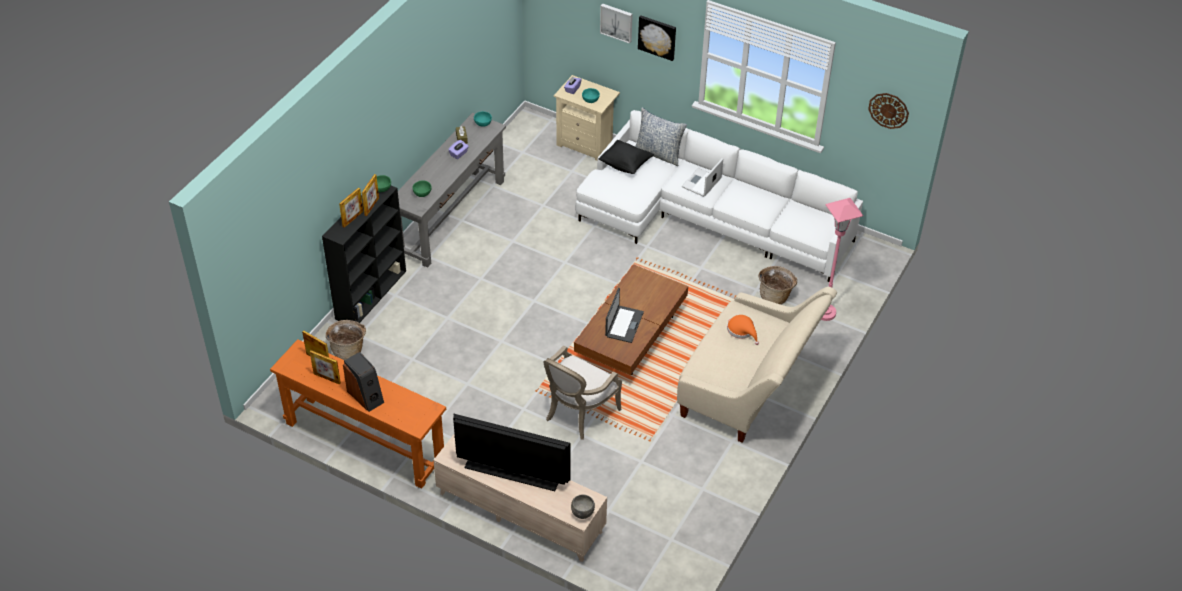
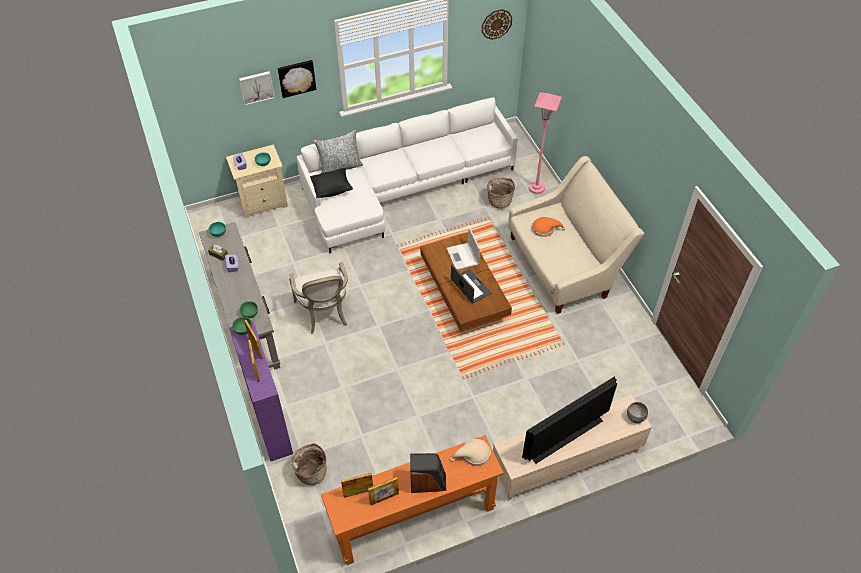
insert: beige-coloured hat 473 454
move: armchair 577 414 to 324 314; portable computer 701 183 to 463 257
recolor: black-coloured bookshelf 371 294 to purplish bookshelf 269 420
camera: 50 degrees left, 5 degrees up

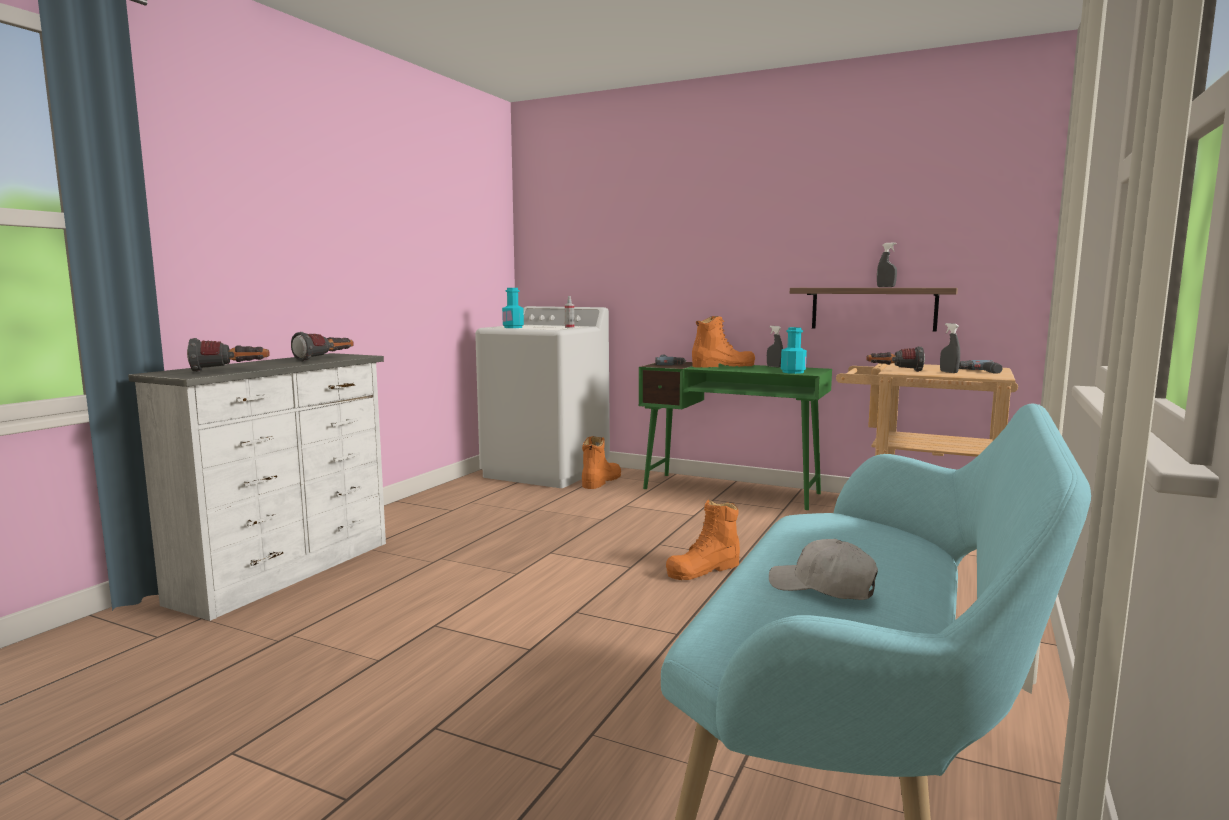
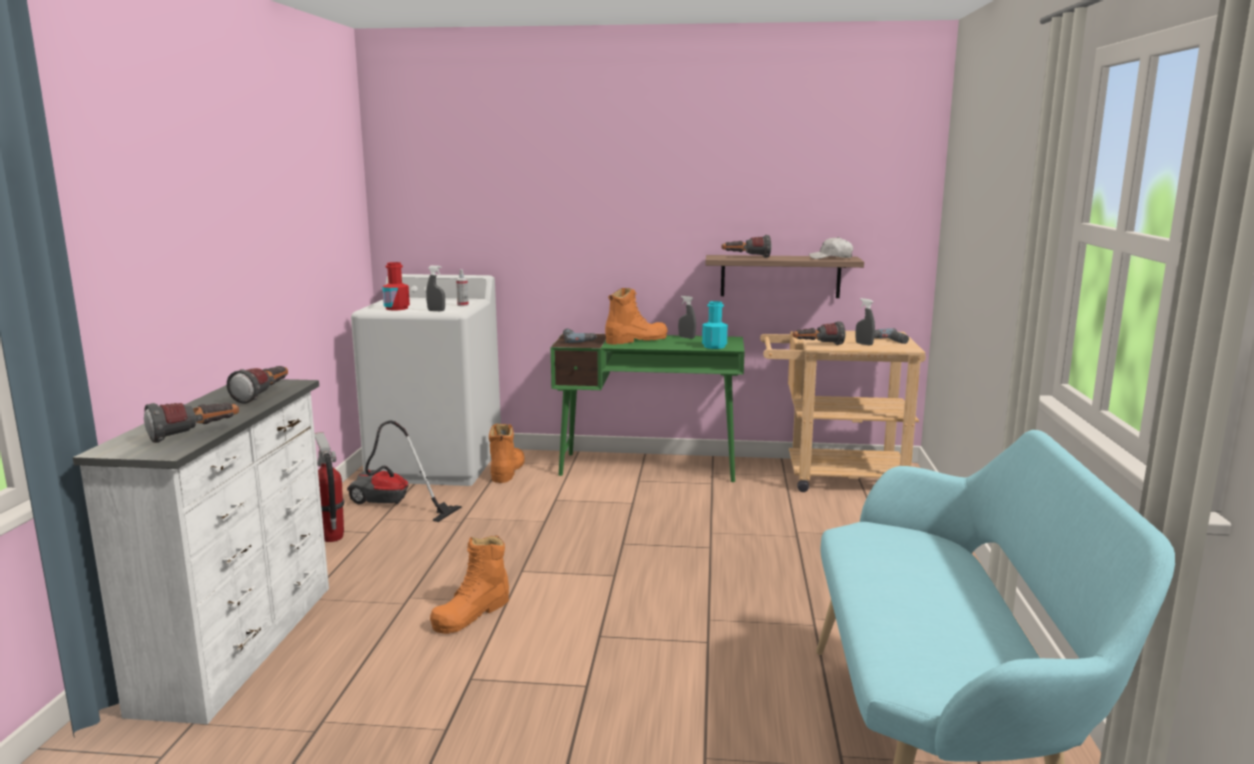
insert: extinguisher 332 537; vacuum 392 505; torch 746 257
move: gray hand sprayer 886 287 to 436 311; orangey high-top boot 704 569 to 472 613; whitish peaked cap 823 587 to 831 258
recolor: turquoise bottle 513 327 to red bottle 396 308
camera: 20 degrees left, 5 degrees up

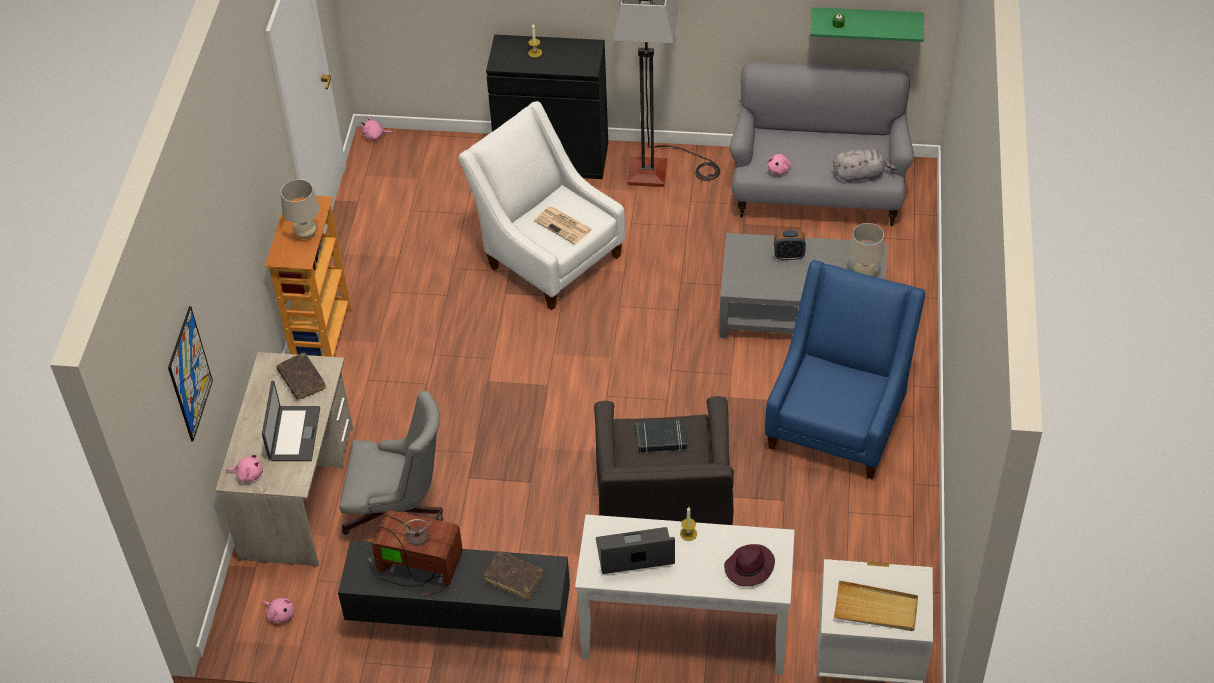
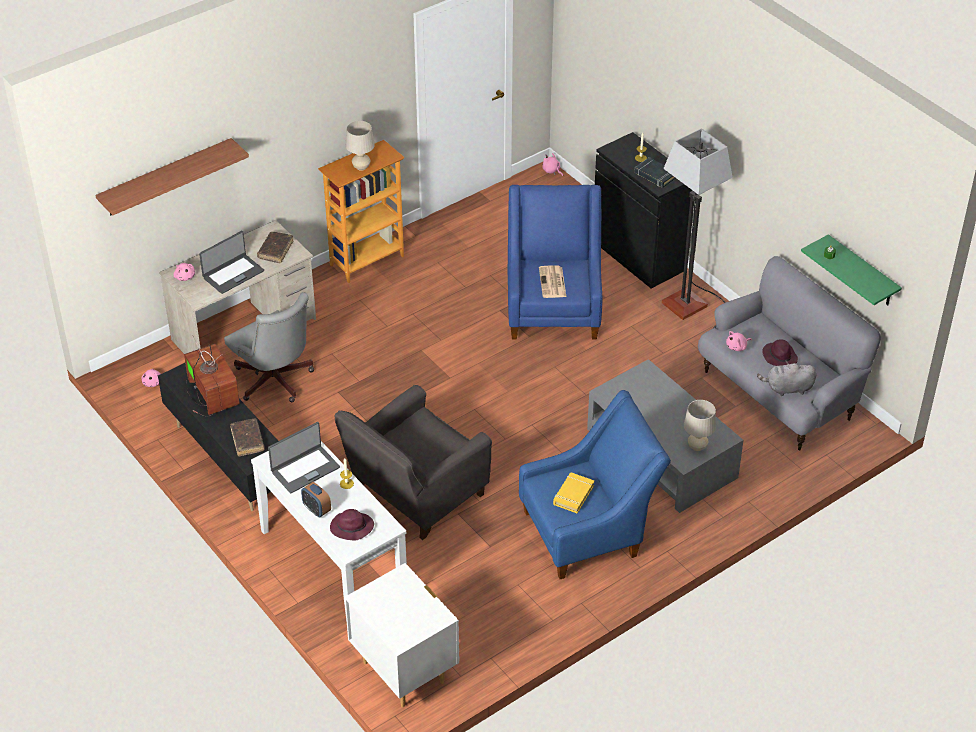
delete: beige-coloured carrying tray 876 609
insert: yellow volume 573 495; purplish hat 779 356
move: alarm clock 789 255 to 317 510; black-coloured volume 662 439 to 655 175
replace: picture 190 374 to wall shelf 166 178
recolor: whitish armchair 548 256 to blue-coloured armchair 553 308
rotate: portable computer 635 553 = 305 469 105 degrees clockwise; gray plush toy 860 175 = 787 388 135 degrees clockwise
camera: 45 degrees right, 5 degrees down

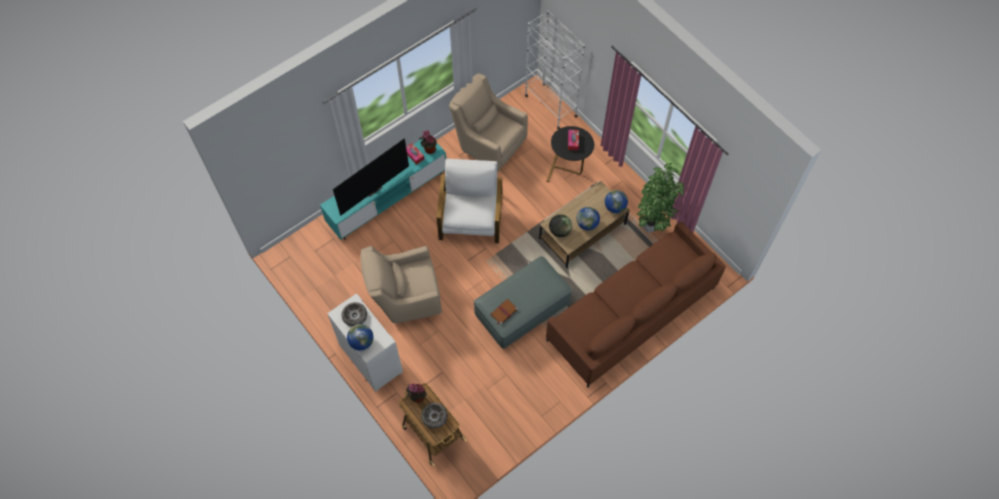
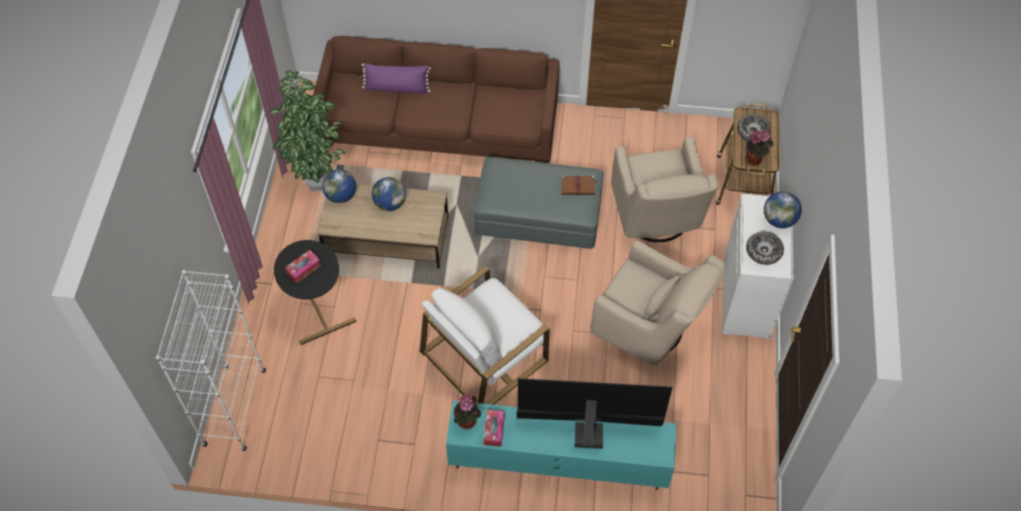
delete: world globe 560 231
insert: purplish cushion 397 88
move: beige-coloured armchair 488 143 to 657 218
camera: 135 degrees left, 5 degrees down

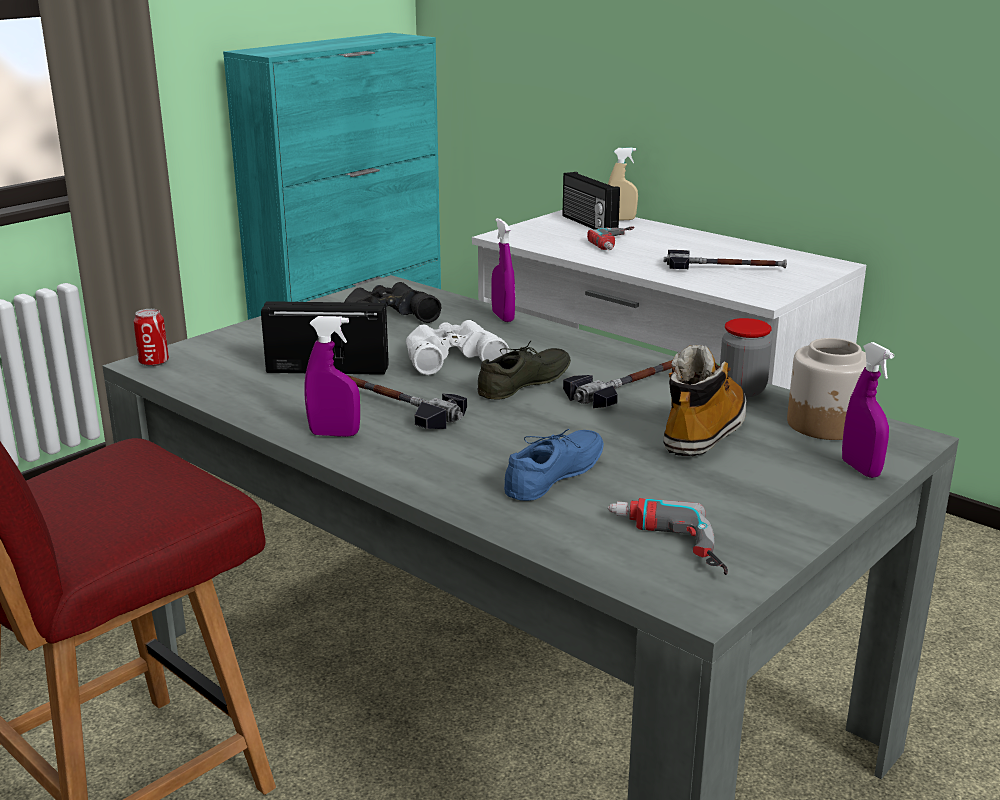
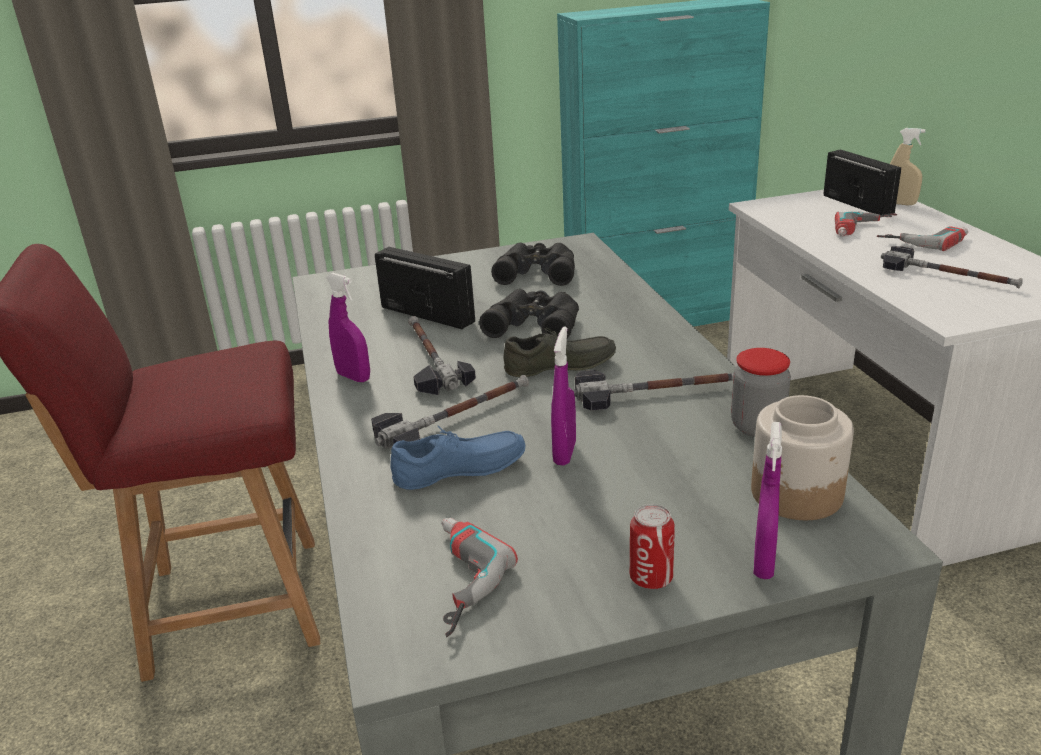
delete: high-top boot 704 432
insert: hand hammer 454 417; power drill 923 240
move: purplish hand sprayer 503 317 to 564 453; sealed can 154 362 to 651 578
recolor: whitish field glasses 450 356 to black-coloured field glasses 535 323
rotate: radio receiver 588 224 = 859 204 150 degrees clockwise
camera: 35 degrees right, 5 degrees up

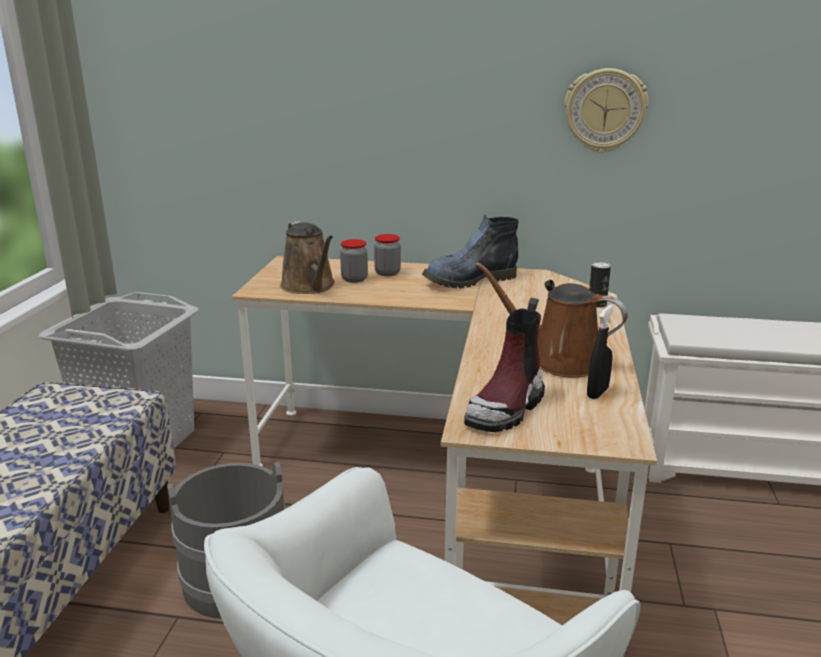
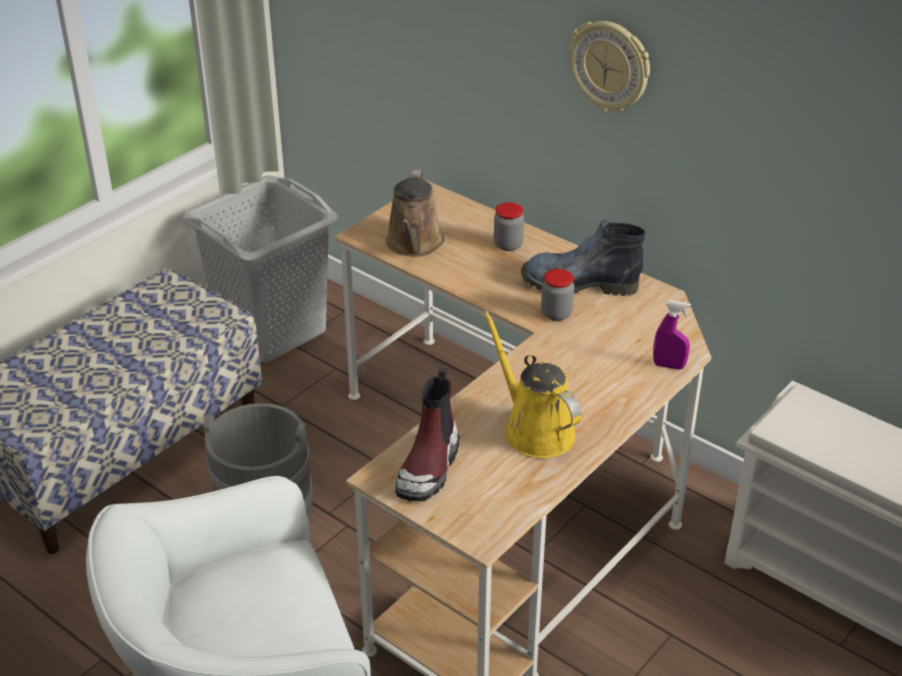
delete: black-coloured hand sprayer 597 393
move: storage jar 354 279 to 556 314; wall clock 604 110 to 610 66
replace: sealed can 597 304 to purplish hand sprayer 669 366
recolor: brownish watering pot 557 361 to yellow watering pot 534 429
rotate: high-top boot 506 409 = 429 467 45 degrees counterclockwise
camera: 30 degrees right, 15 degrees up

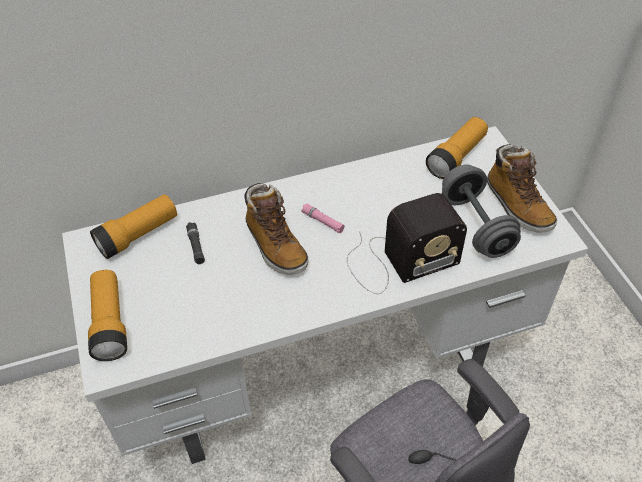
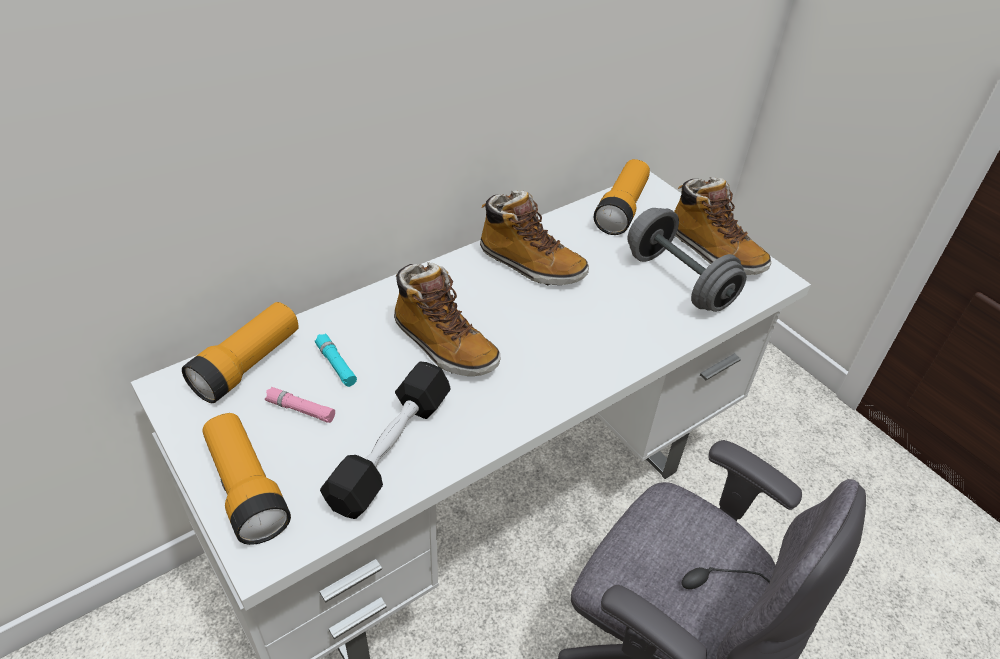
delete: radio receiver 398 261
insert: black-coloured dumbbell 390 450; high-top boot 530 264
move: pinkish torch 322 221 to 301 409
recolor: black-coloured torch 196 246 to turquoise torch 336 364
camera: 20 degrees left, 5 degrees down

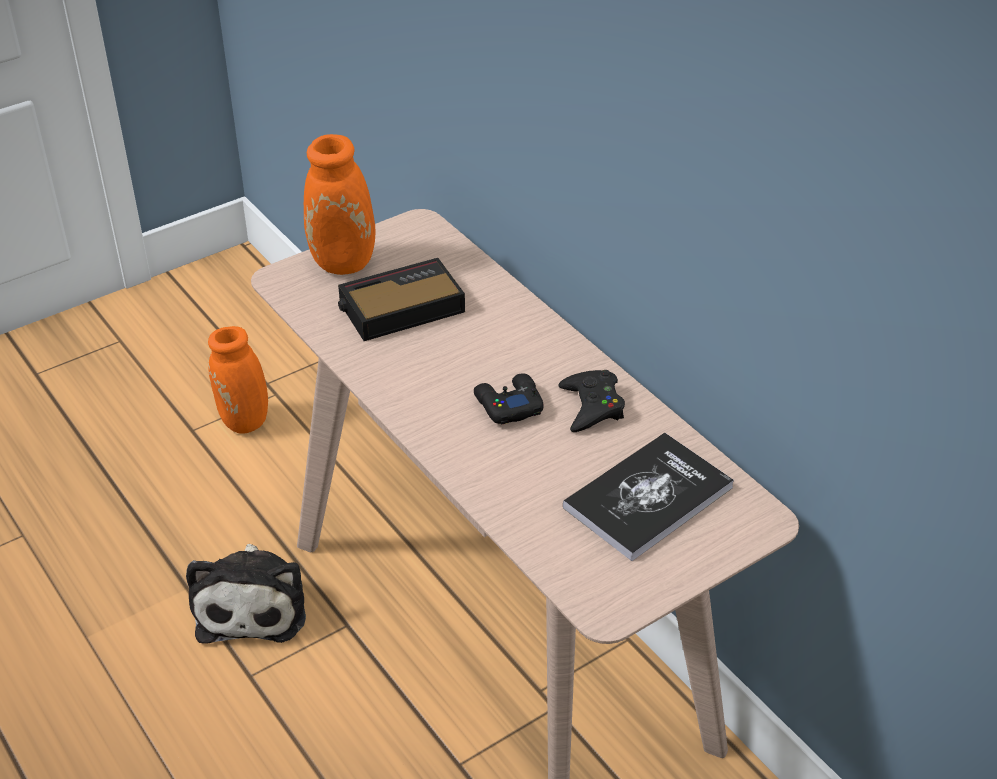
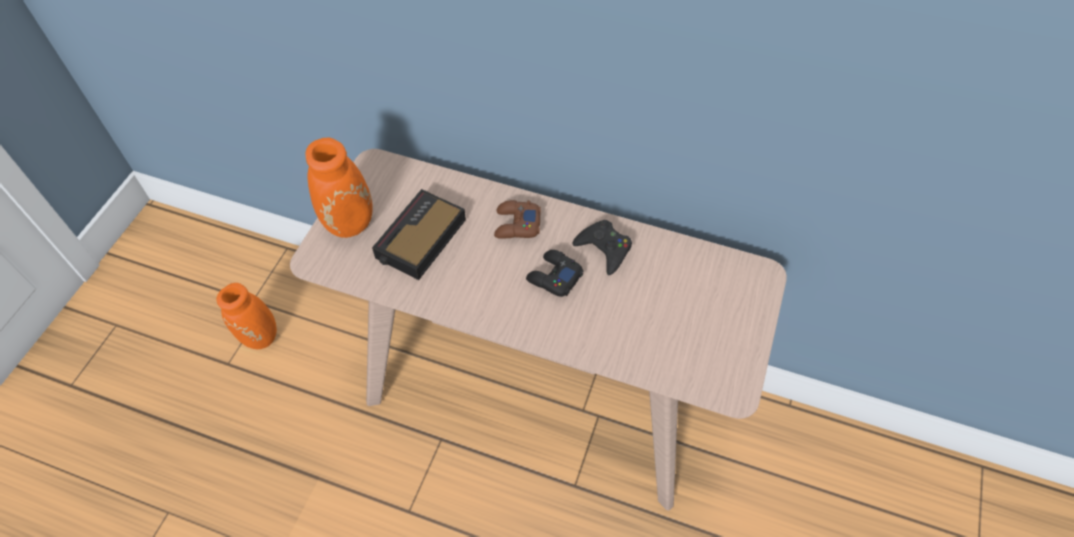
delete: plush toy 252 604; volume 648 497
insert: brownish gamepad 517 225
camera: 35 degrees left, 15 degrees up

